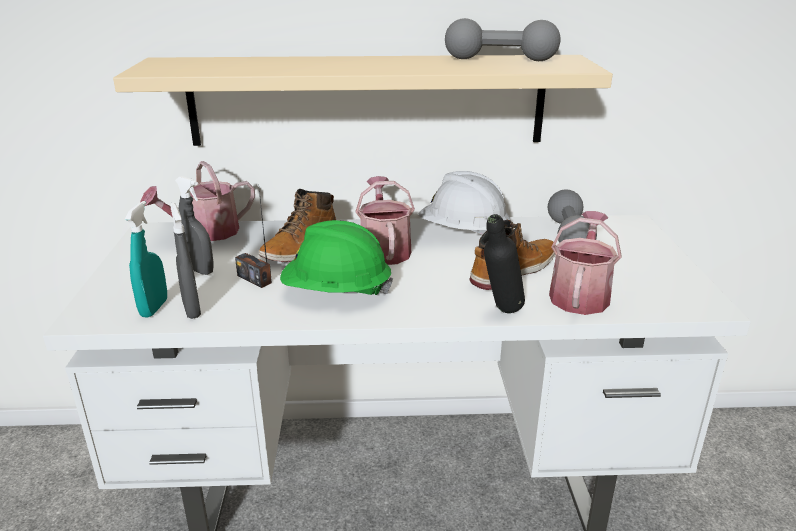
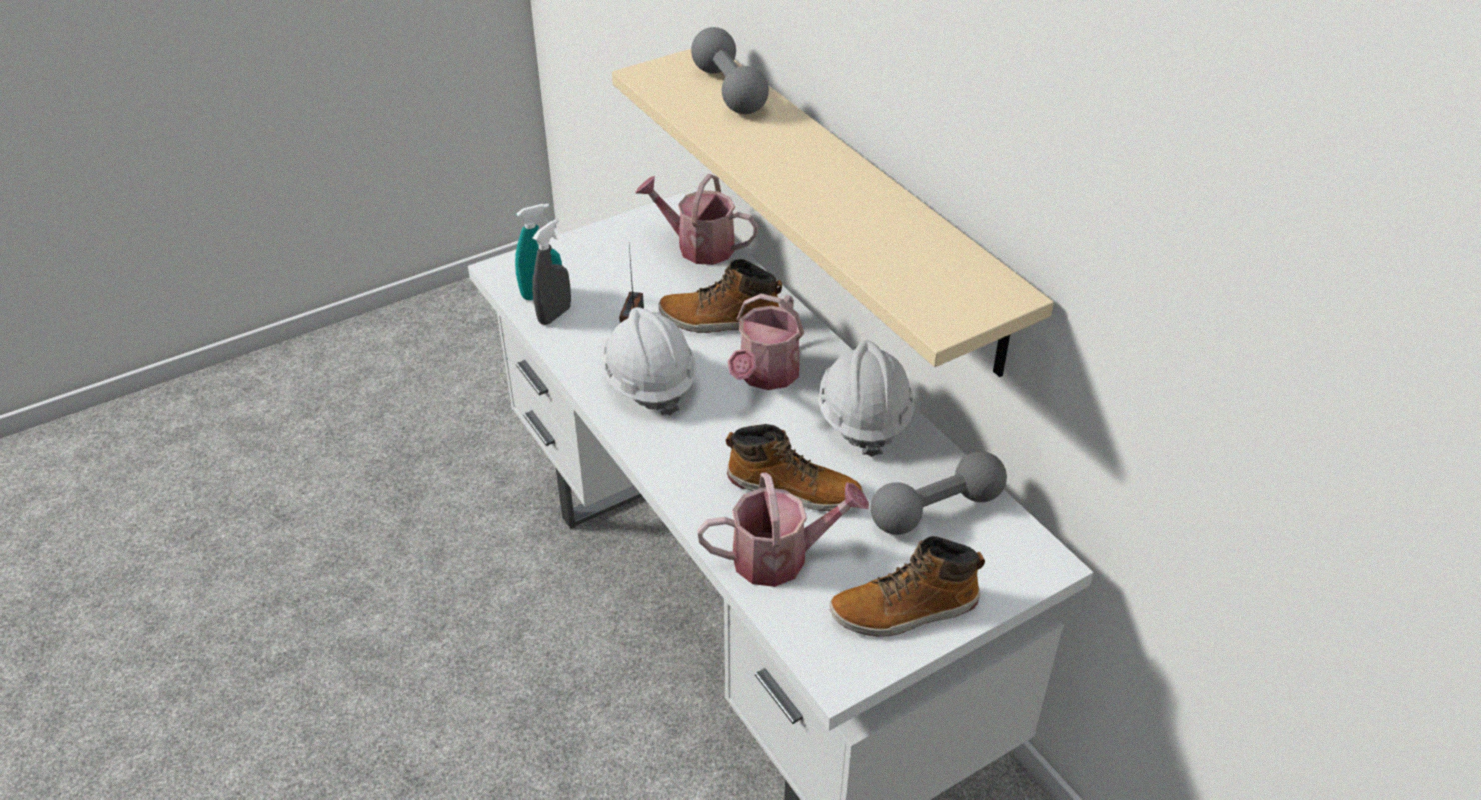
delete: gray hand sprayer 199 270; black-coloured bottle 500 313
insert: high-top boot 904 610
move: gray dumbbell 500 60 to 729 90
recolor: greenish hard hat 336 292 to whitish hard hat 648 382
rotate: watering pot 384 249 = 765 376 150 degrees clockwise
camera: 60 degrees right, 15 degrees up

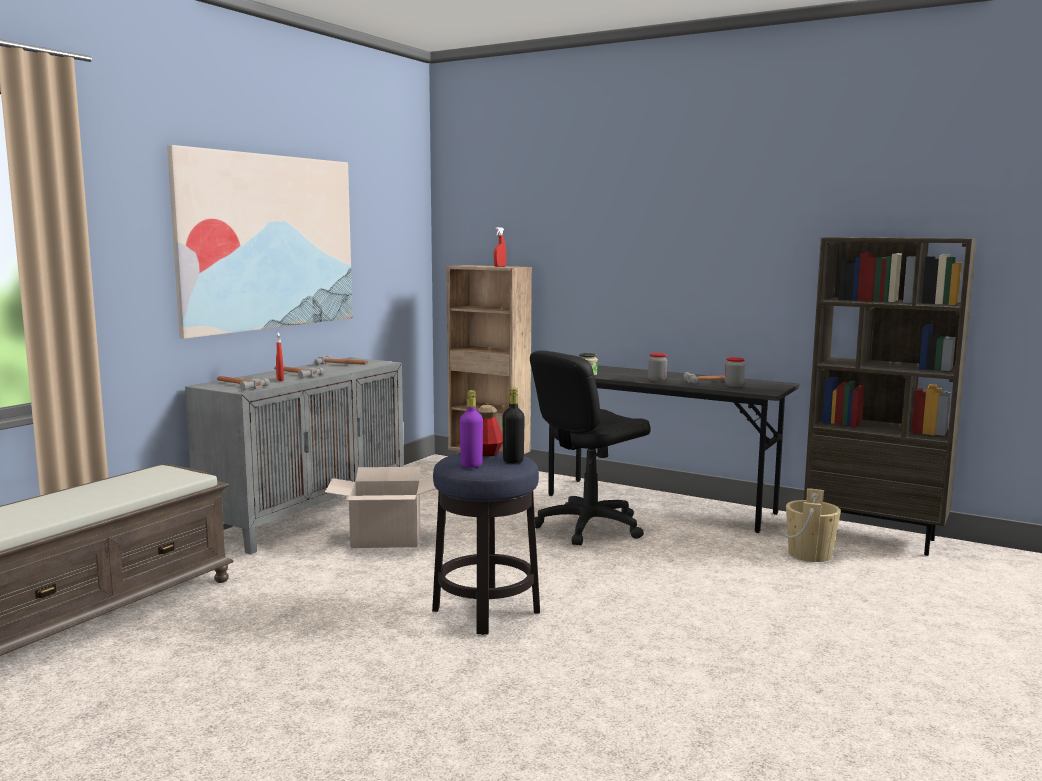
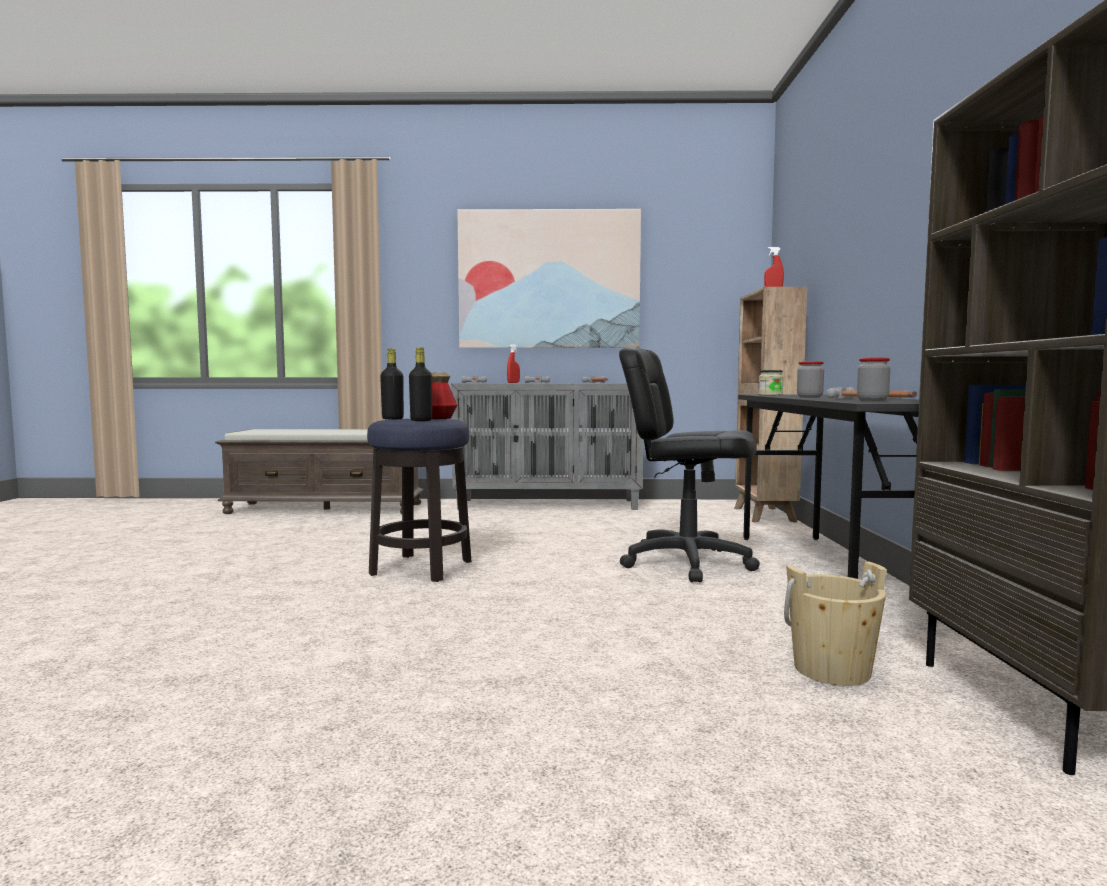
delete: carton 386 538
recolor: purplish bottle 471 465 to black-coloured bottle 392 419
camera: 60 degrees right, 5 degrees down

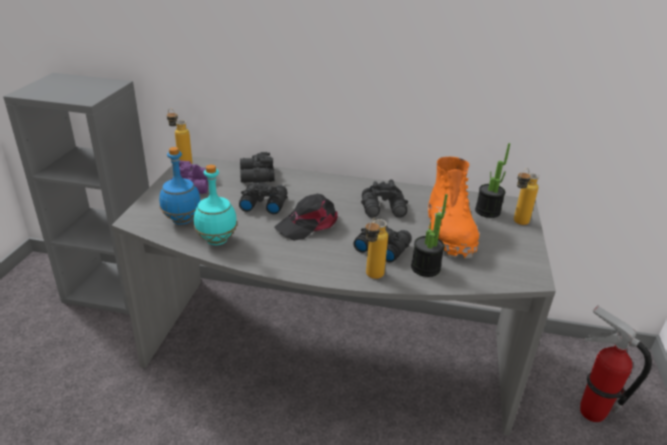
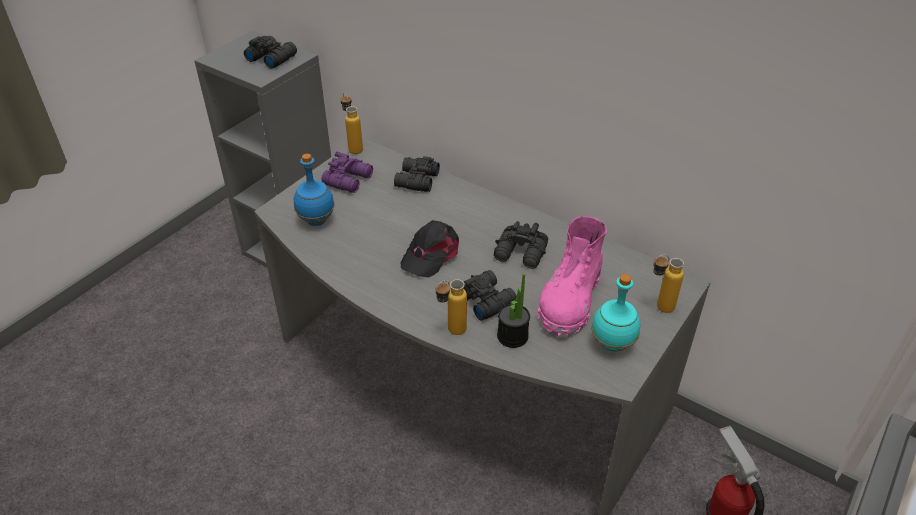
delete: potted plant 487 211
move: black-coloured field glasses 263 204 to 271 58; turquoise bottle 216 240 to 611 344
recolor: orangey high-top boot 449 232 to pinkish high-top boot 570 300
rotate: black-coloured peaked cap 308 224 = 431 254 45 degrees counterclockwise
camera: 25 degrees right, 10 degrees up

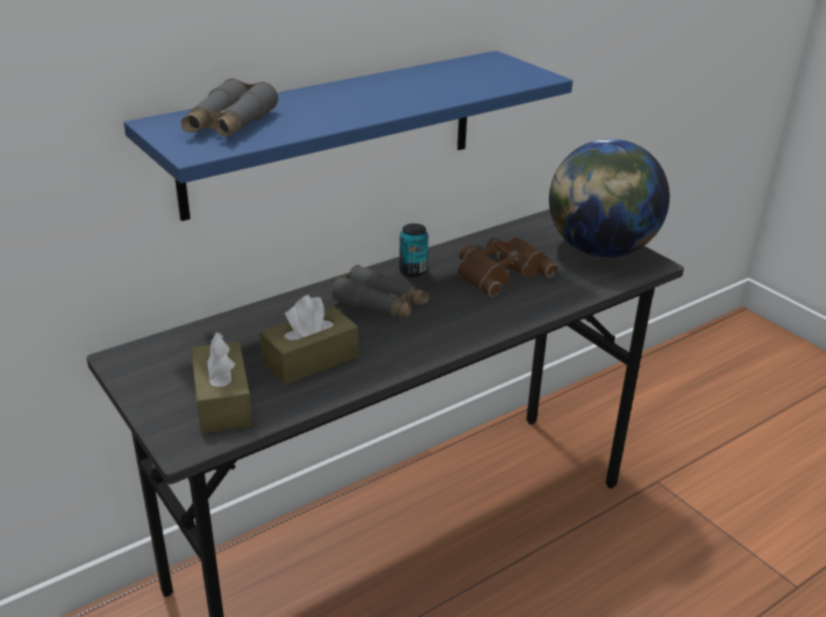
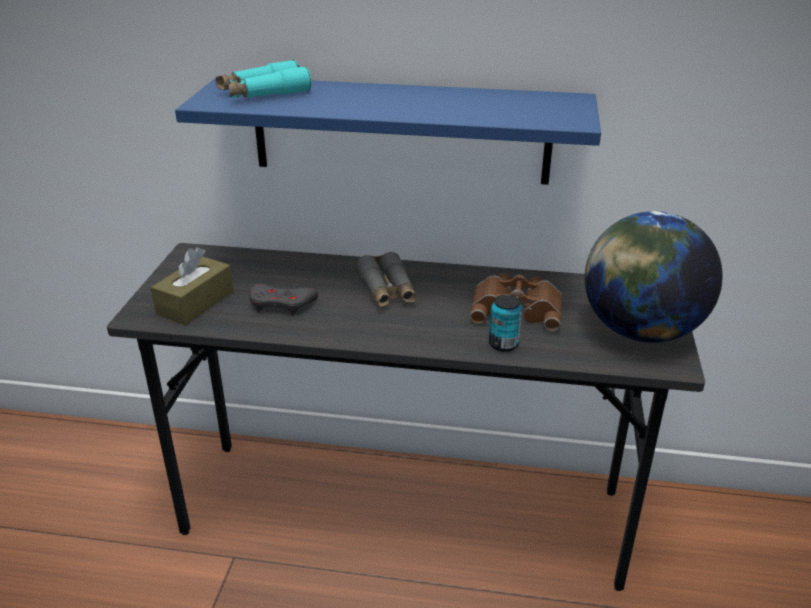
move: sealed can 413 271 to 503 344
replace: brownish tissue box 310 360 to gray gamepad 281 304
recolor: gray field glasses 230 124 to turquoise field glasses 264 93
camera: 45 degrees right, 0 degrees up

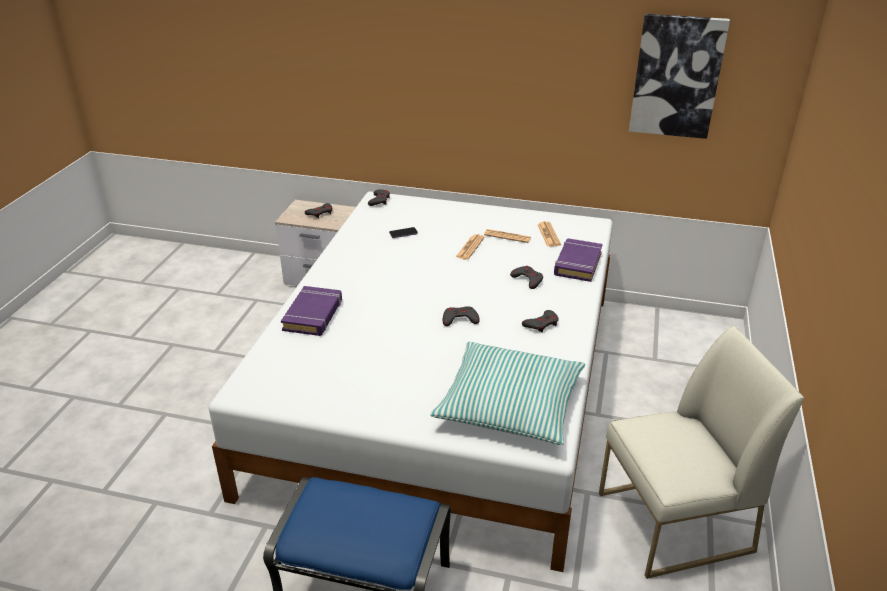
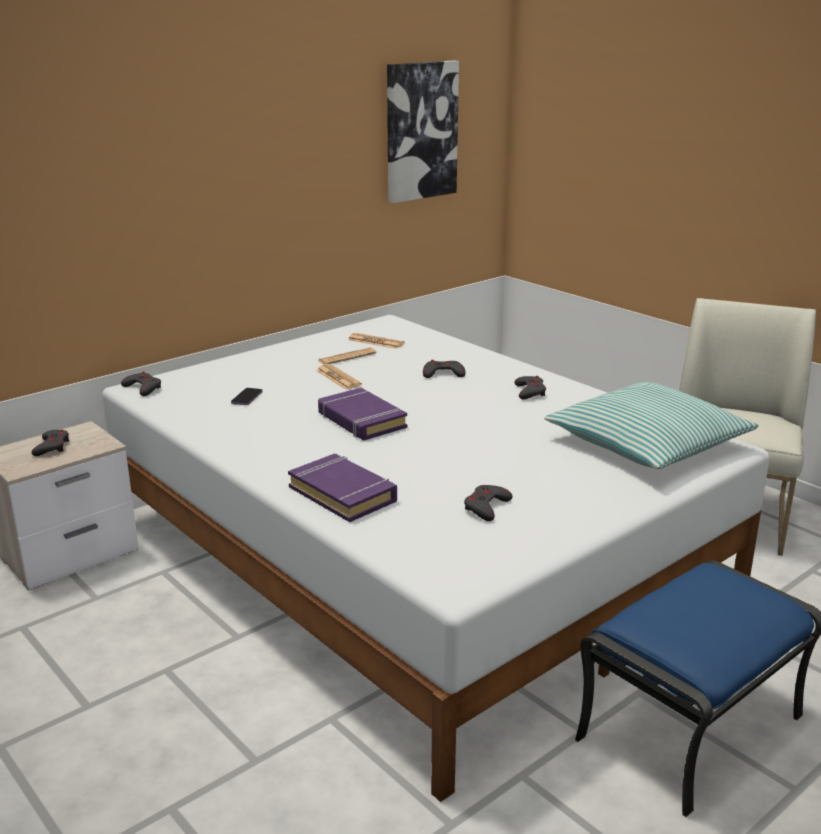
move: purplish volume 577 264 to 361 420; gray gamepad 460 319 to 486 507
camera: 55 degrees left, 10 degrees down

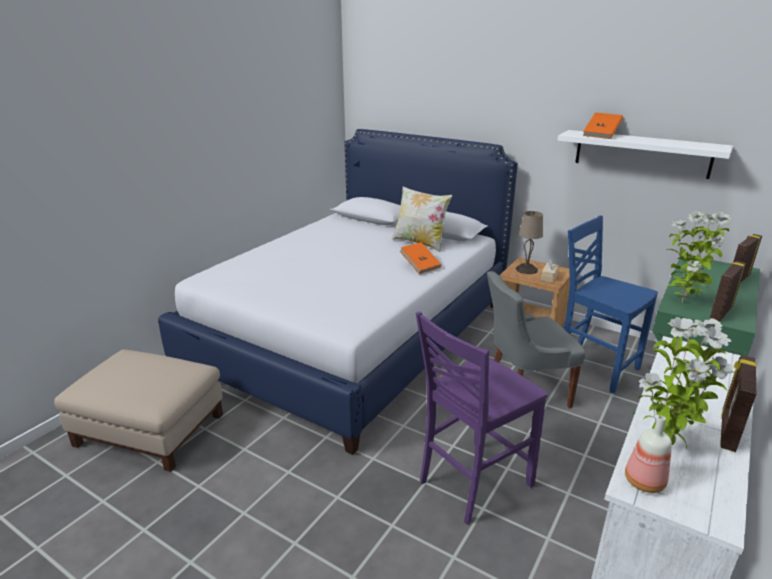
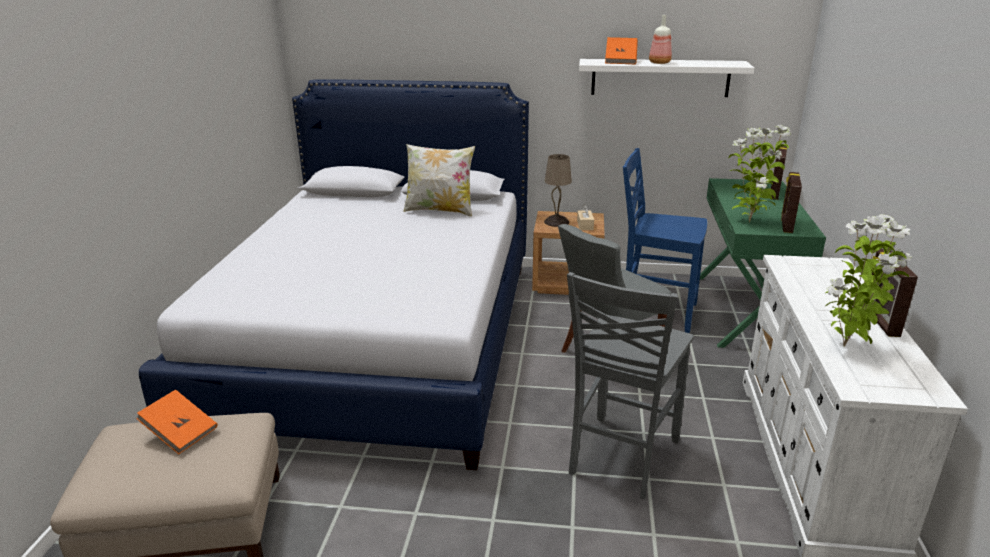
move: orangey volume 420 266 to 181 433; bottle 644 483 to 659 63
recolor: purplish plain chair 472 482 to gray plain chair 621 457
camera: 25 degrees left, 0 degrees up

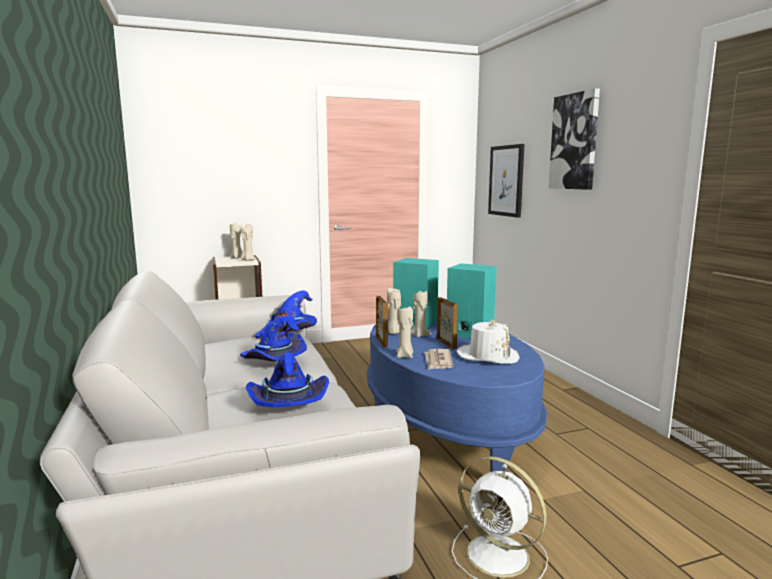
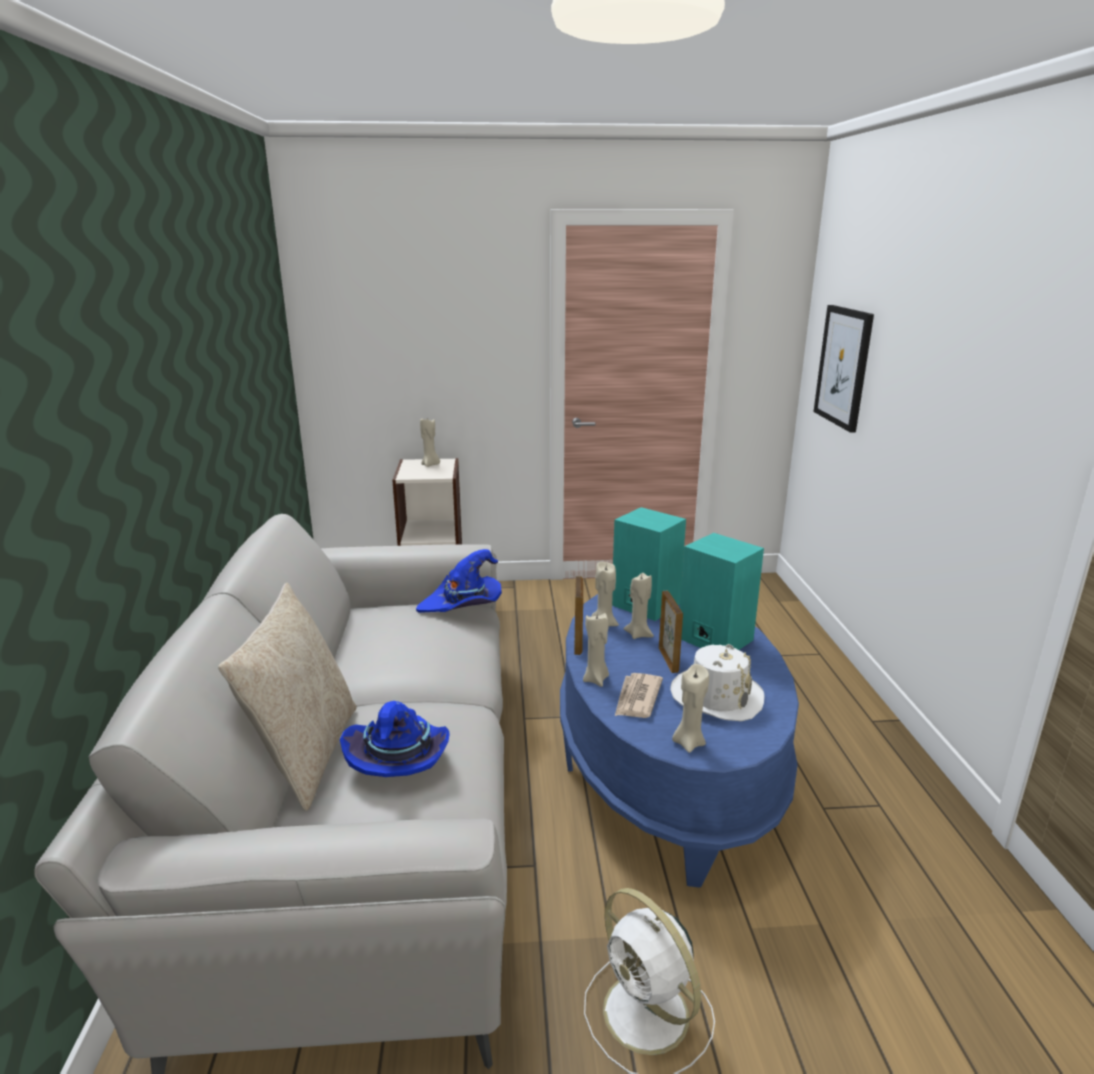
delete: blue-coloured hat 273 361; picture 575 141
insert: beige-coloured cushion 305 754
move: beige-coloured wax candle 248 260 to 688 742
camera: 15 degrees right, 10 degrees up

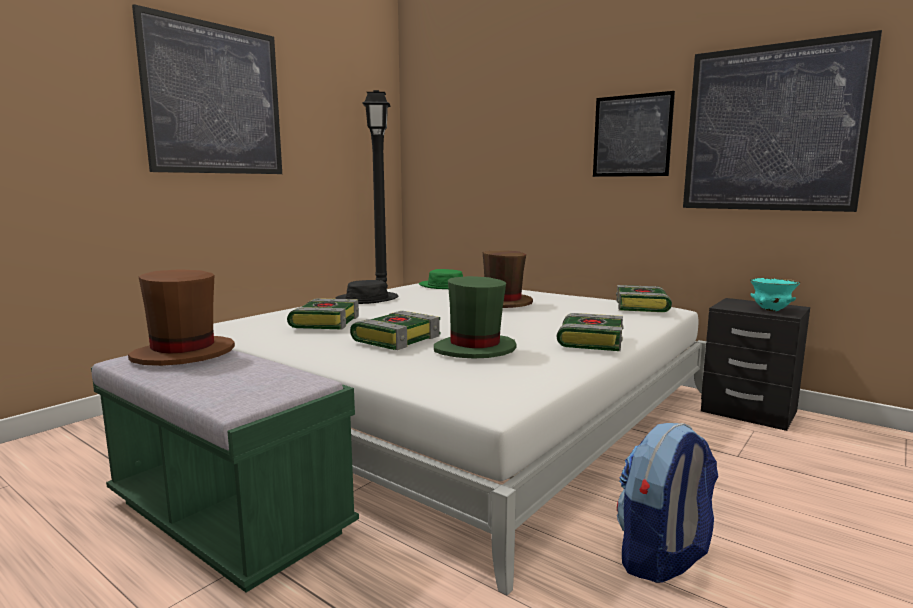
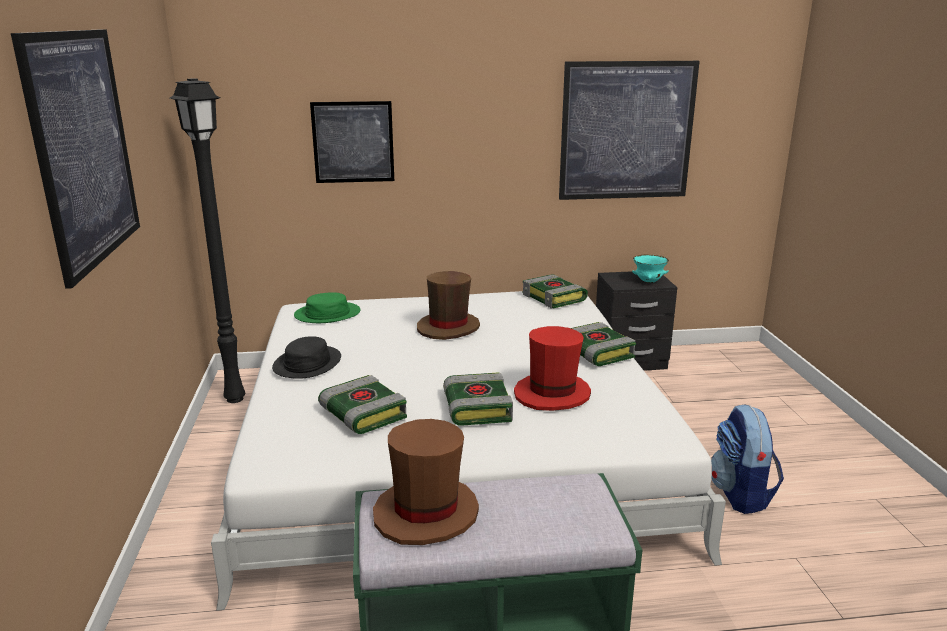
move: picture 632 136 to 353 142
recolor: greenish hat 474 349 to red hat 552 394
camera: 45 degrees left, 10 degrees up

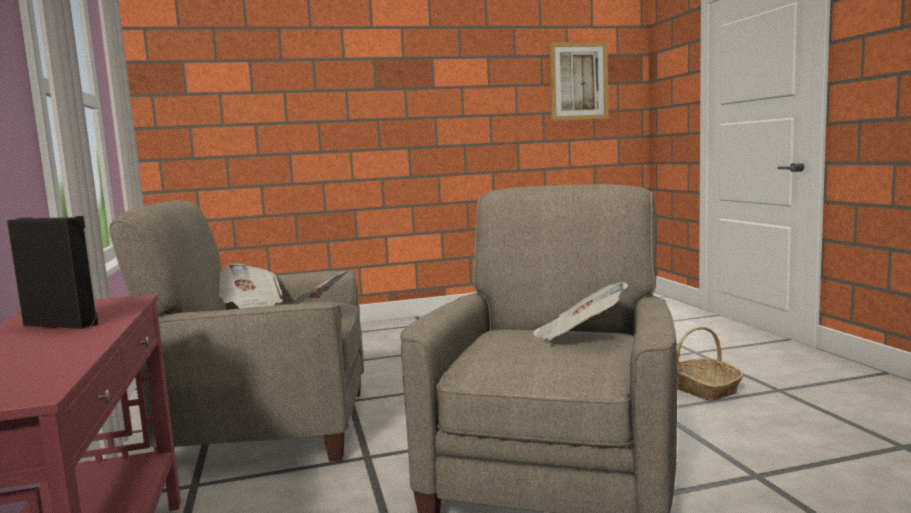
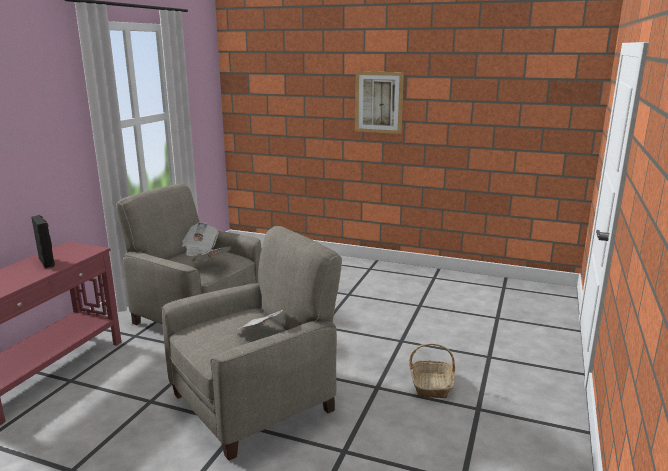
move: picture 578 81 to 378 102
camera: 35 degrees right, 10 degrees up

